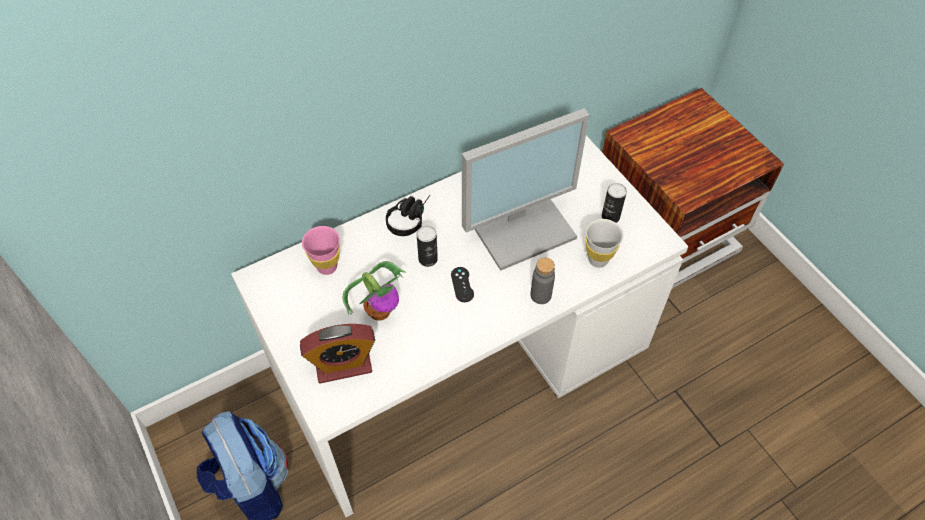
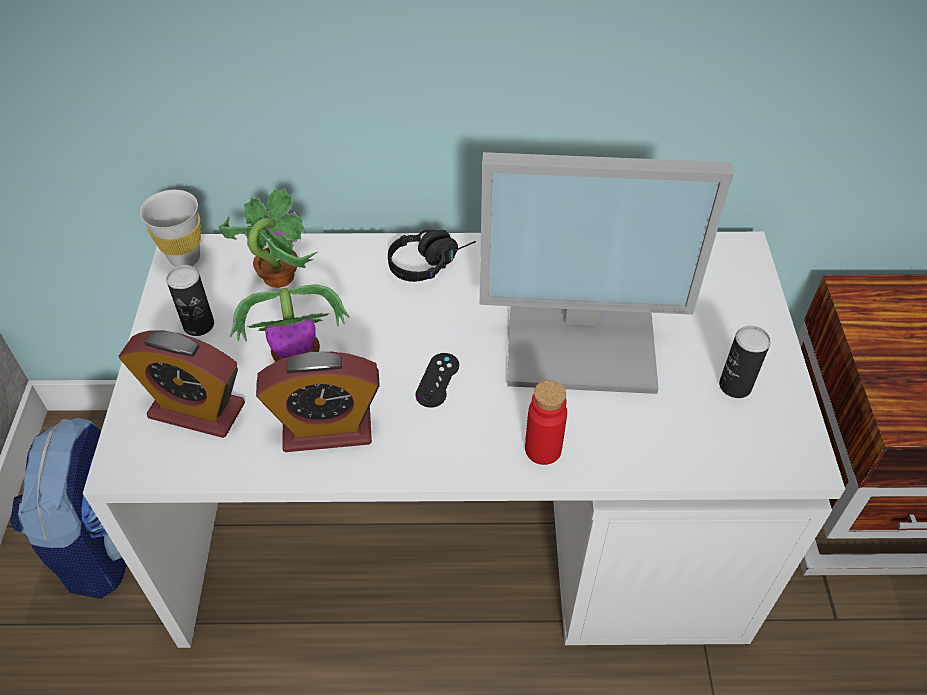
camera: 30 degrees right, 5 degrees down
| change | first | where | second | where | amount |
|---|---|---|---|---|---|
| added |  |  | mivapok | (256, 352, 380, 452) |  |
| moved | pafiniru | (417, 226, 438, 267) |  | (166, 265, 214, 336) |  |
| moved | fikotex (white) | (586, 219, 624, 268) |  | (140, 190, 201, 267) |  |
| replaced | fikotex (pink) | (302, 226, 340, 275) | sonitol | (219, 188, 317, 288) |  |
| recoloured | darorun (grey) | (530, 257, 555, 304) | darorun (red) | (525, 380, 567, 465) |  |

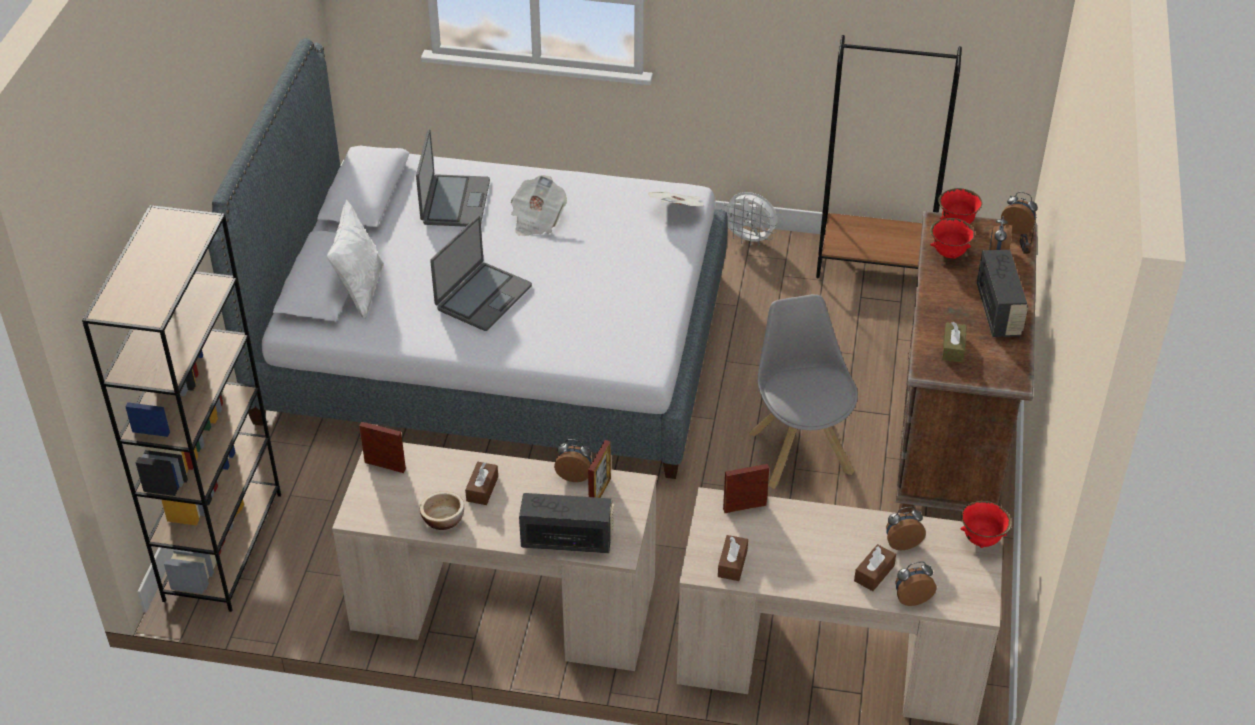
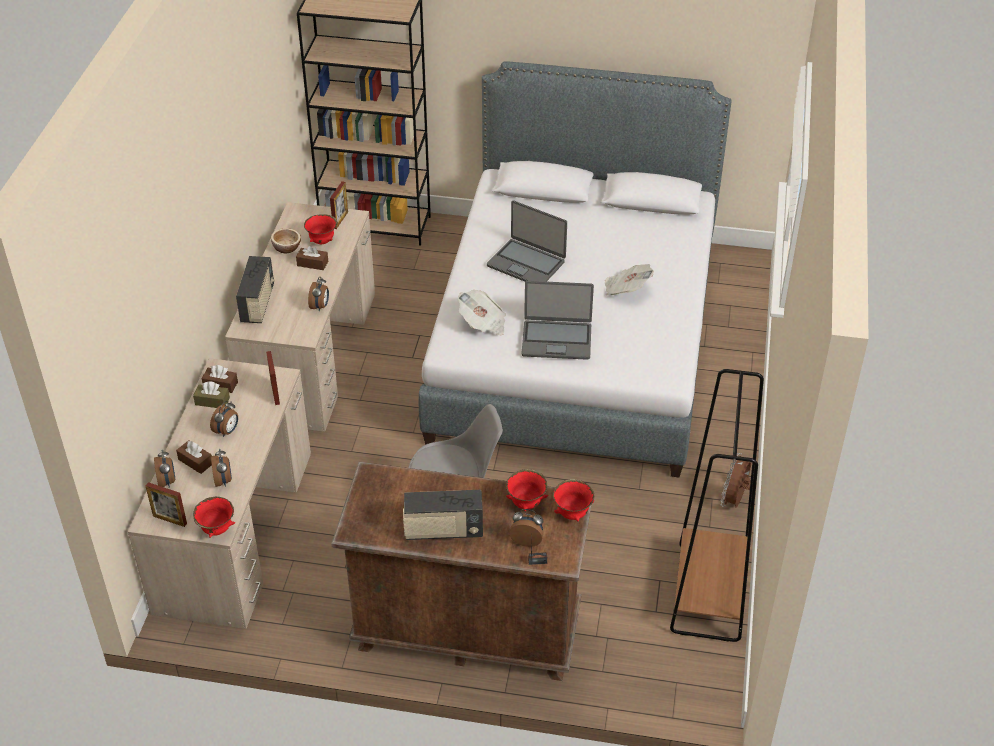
camera: 90 degrees right, 0 degrees up
| change | first | where | second | where | amount |
|---|---|---|---|---|---|
| removed | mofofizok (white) | (327, 199, 384, 320) |  |  |  |
| added |  |  | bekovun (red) | (304, 214, 338, 244) |  |
| moved | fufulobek | (416, 129, 490, 227) |  | (522, 281, 594, 360) |  |
| moved | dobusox | (588, 440, 611, 498) |  | (146, 482, 187, 527) |  |
| moved | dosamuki | (648, 191, 704, 207) |  | (458, 290, 506, 335) |  |
| moved | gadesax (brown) | (942, 322, 967, 363) |  | (193, 381, 230, 408) |  |
| moved | mivapok | (1001, 192, 1038, 235) |  | (210, 401, 238, 437) |  |
| recoloured | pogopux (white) | (723, 192, 777, 246) | pogopux (brown) | (721, 453, 752, 508) |  |

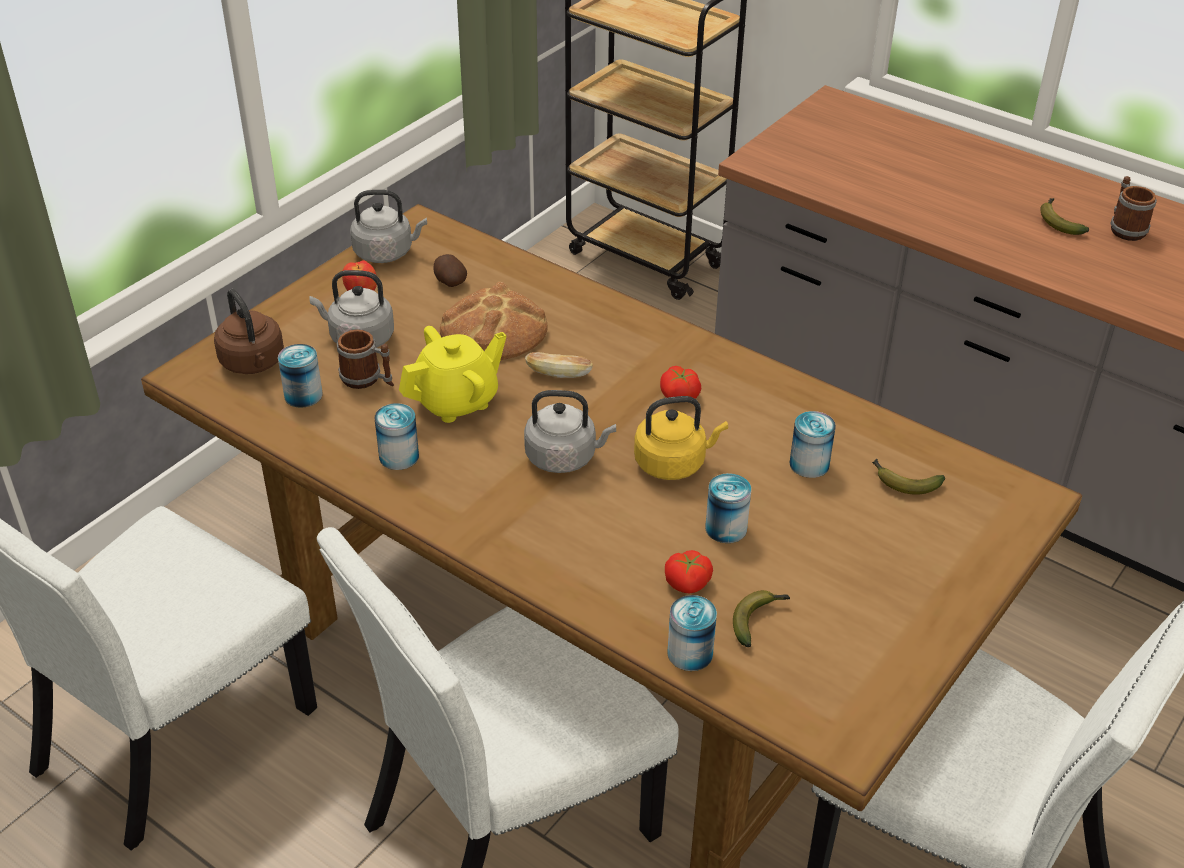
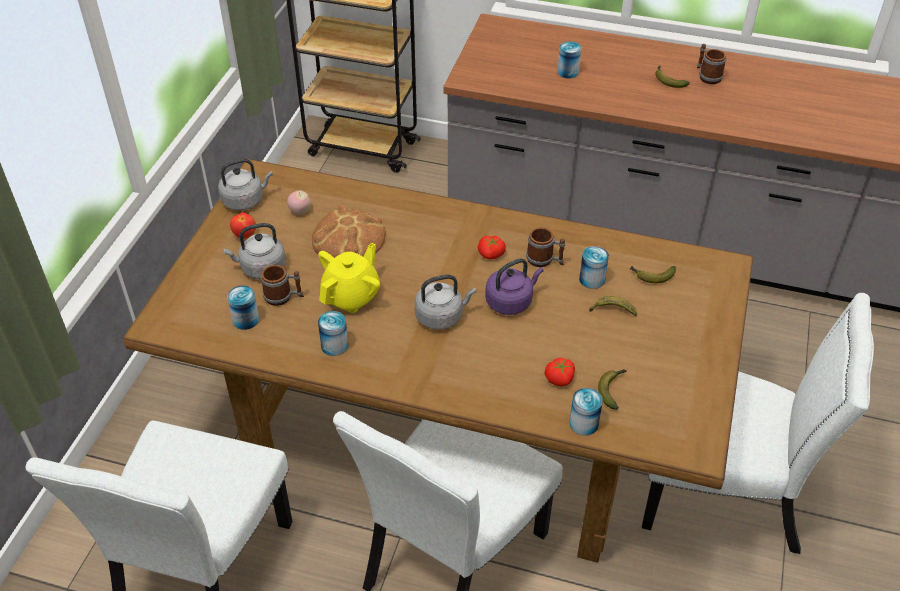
camera: 20 degrees left, 5 degrees up
| change | first | where | second | where | amount |
|---|---|---|---|---|---|
| removed | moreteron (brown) | (214, 289, 284, 374) |  |  |  |
| removed | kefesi | (525, 352, 593, 378) |  |  |  |
| added |  |  | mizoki | (526, 227, 565, 267) |  |
| added |  |  | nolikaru | (589, 296, 637, 316) |  |
| moved | pafiniru | (705, 473, 751, 543) |  | (557, 41, 582, 78) |  |
| replaced | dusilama | (433, 254, 467, 287) | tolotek | (287, 190, 311, 215) |  |
| recoloured | moreteron (yellow) | (634, 396, 728, 480) | moreteron (purple) | (485, 258, 543, 315) |  |

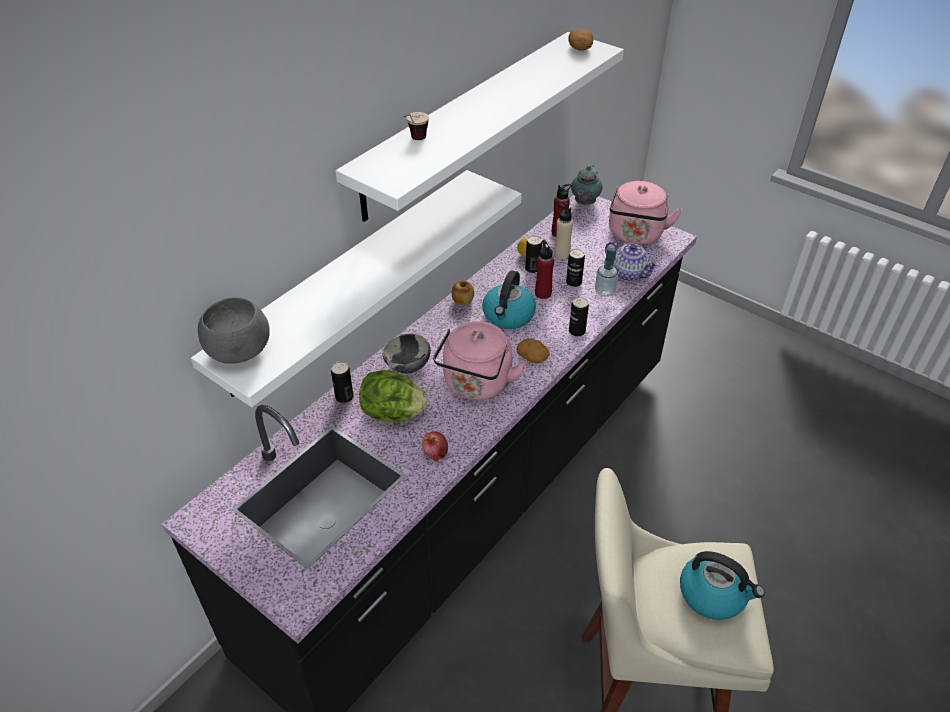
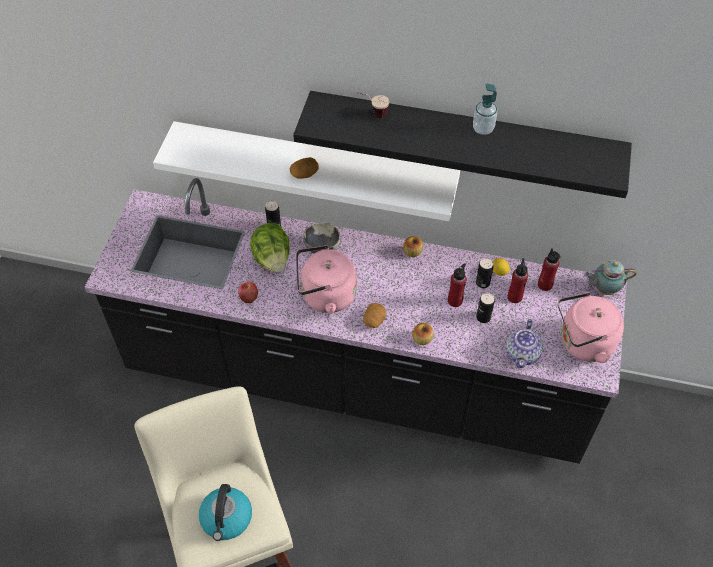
camera: 65 degrees right, 10 degrees up
| change | first | where | second | where | amount |
|---|---|---|---|---|---|
| removed | bekovun (grey) | (198, 297, 270, 364) |  |  |  |
| removed | moreteron | (482, 270, 536, 329) |  |  |  |
| moved | dusilama | (568, 29, 593, 51) |  | (290, 157, 319, 179) |  |
| moved | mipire | (595, 247, 618, 297) |  | (473, 84, 497, 135) |  |
| replaced | pafiniru | (569, 297, 589, 336) | tolotek | (412, 323, 434, 345) |  |
| recoloured | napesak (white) | (335, 32, 624, 222) | napesak (black) | (293, 91, 632, 198) |  |
| recoloured | darorun (beige) | (554, 204, 573, 260) | darorun (red) | (507, 258, 528, 303) |  |

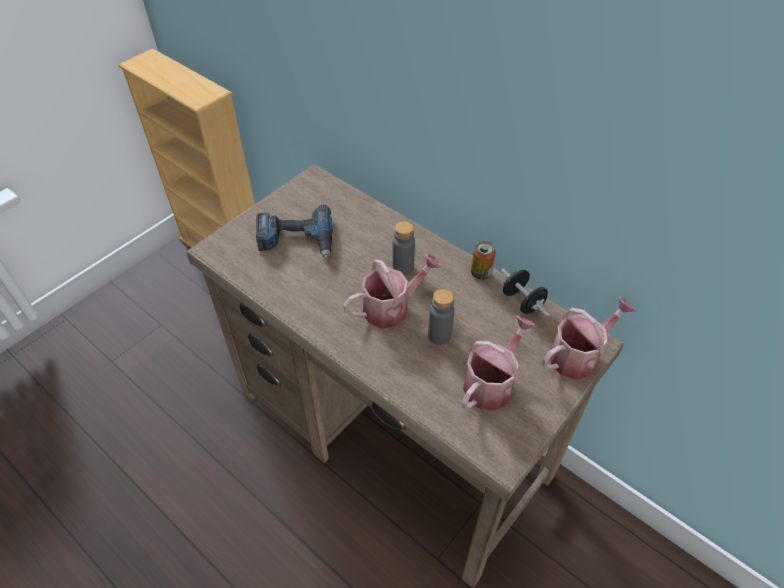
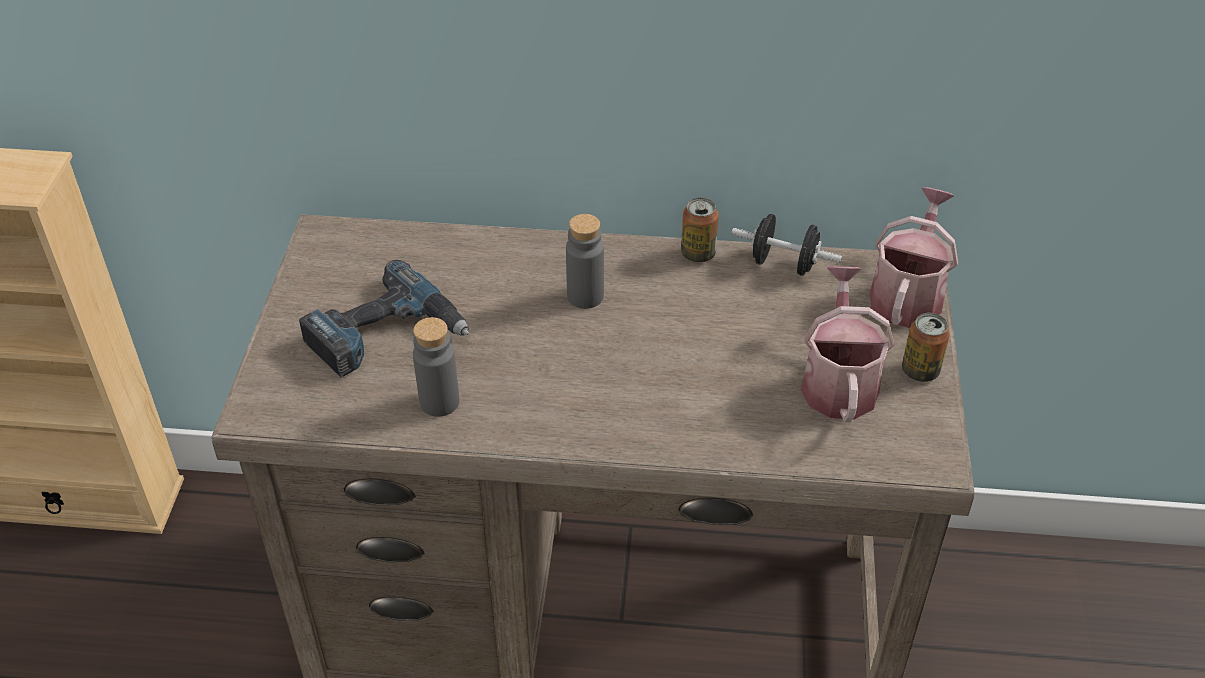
camera: 35 degrees left, 5 degrees down
| change | first | where | second | where | amount |
|---|---|---|---|---|---|
| removed | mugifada | (343, 254, 442, 329) |  |  |  |
| added |  |  | pafiniru | (902, 313, 950, 382) |  |
| moved | darorun (grey) | (428, 289, 455, 345) |  | (413, 317, 459, 417) |  |

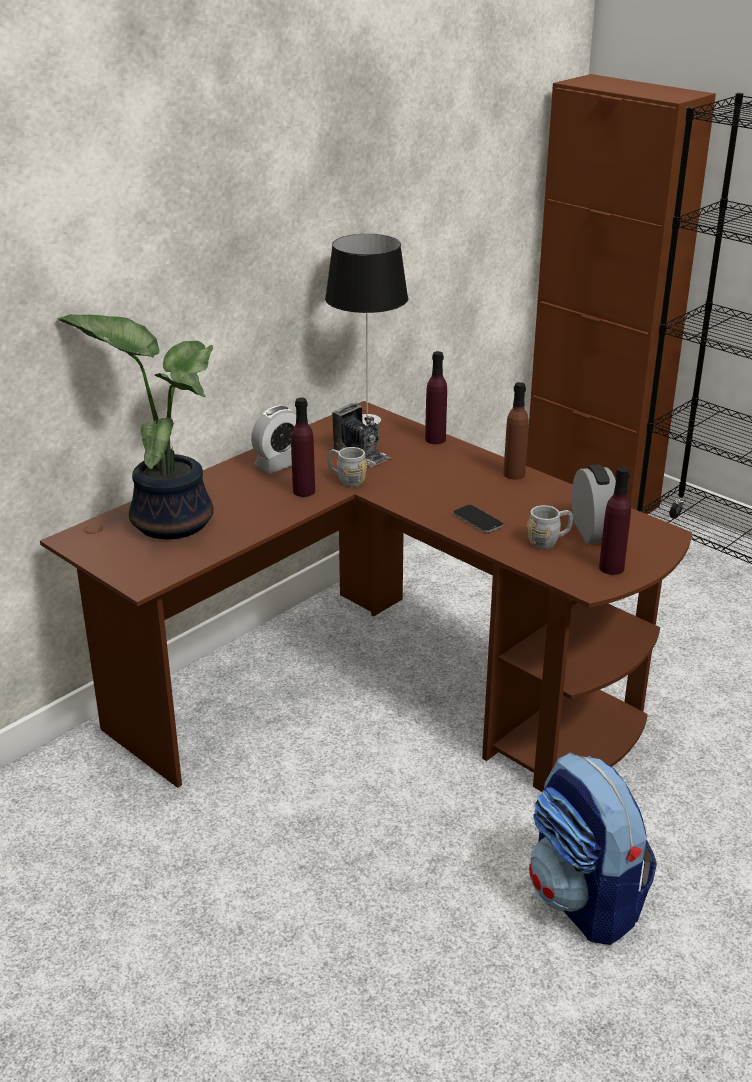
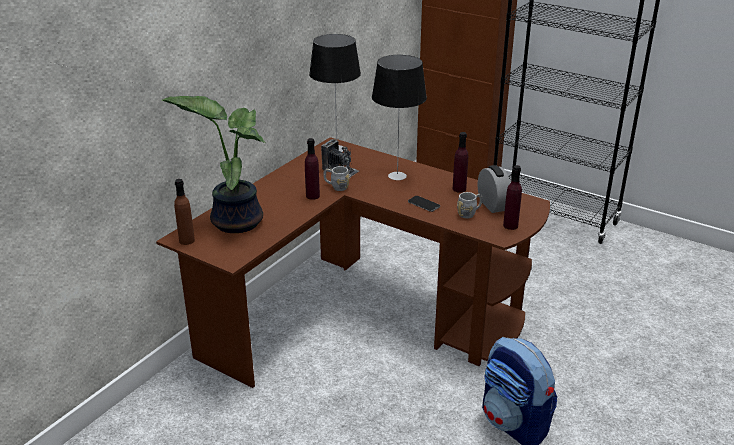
camera: 10 degrees left, 0 degrees up
| change | first | where | second | where | amount |
|---|---|---|---|---|---|
| removed | mivapok | (251, 406, 296, 473) |  |  |  |
| added |  |  | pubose | (372, 55, 427, 180) |  |
| moved | darorun (purple) | (425, 351, 447, 444) |  | (453, 132, 468, 193) |  |
| moved | darorun (brown) | (503, 382, 529, 480) |  | (174, 179, 195, 245) |  |

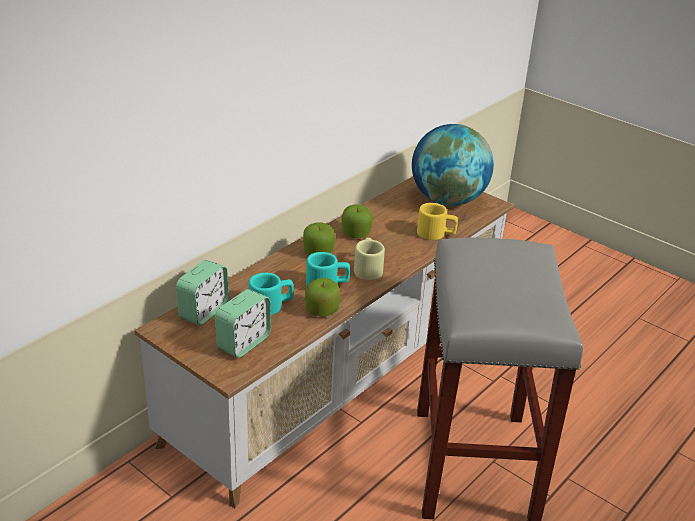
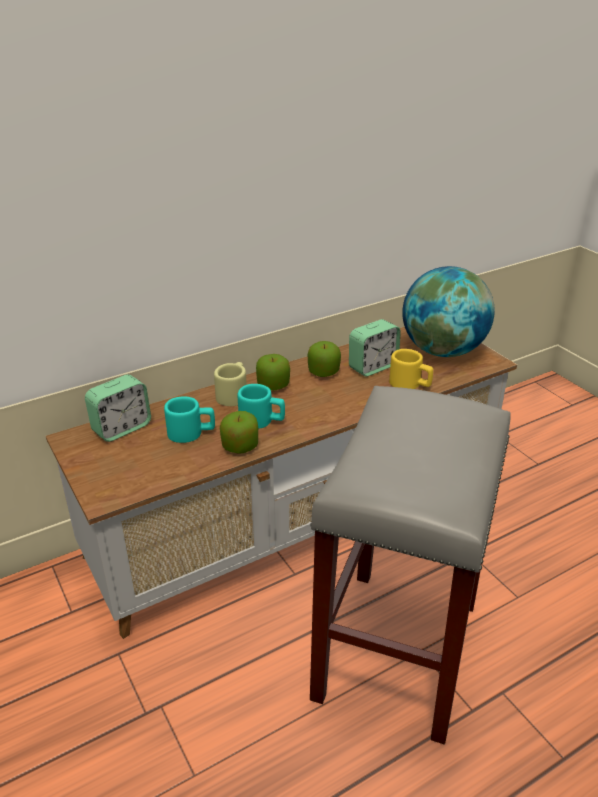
camera: 20 degrees right, 0 degrees up
| change | first | where | second | where | amount |
|---|---|---|---|---|---|
| moved | mivapok | (215, 289, 271, 358) |  | (349, 319, 401, 377) |  |
| moved | mizoki (beige) | (354, 238, 385, 280) |  | (214, 362, 247, 406) |  |

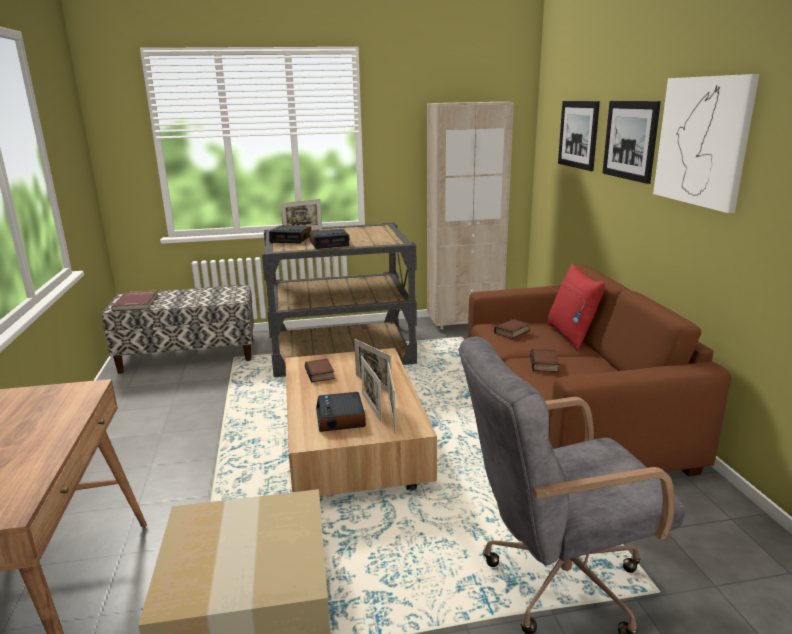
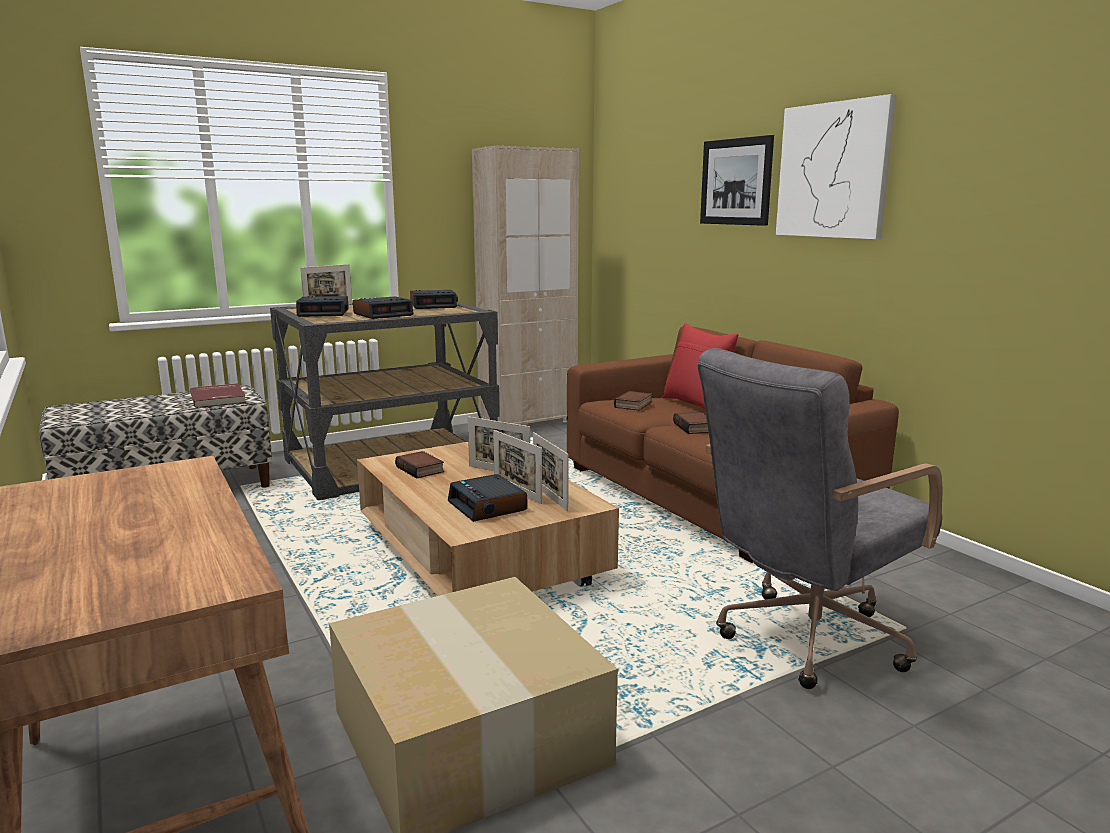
camera: 20 degrees left, 5 degrees down
| change | first | where | second | where | amount |
|---|---|---|---|---|---|
| removed | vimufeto | (558, 101, 600, 171) |  |  |  |
| added |  |  | mivapok | (410, 290, 458, 309) |  |
| moved | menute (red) | (111, 290, 158, 311) |  | (190, 383, 246, 408) |  |

